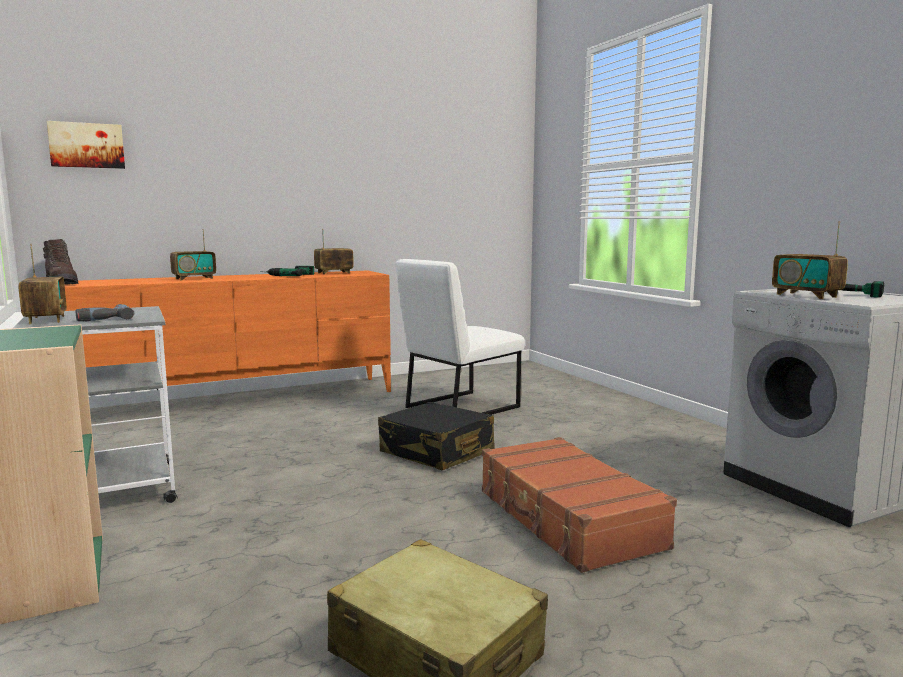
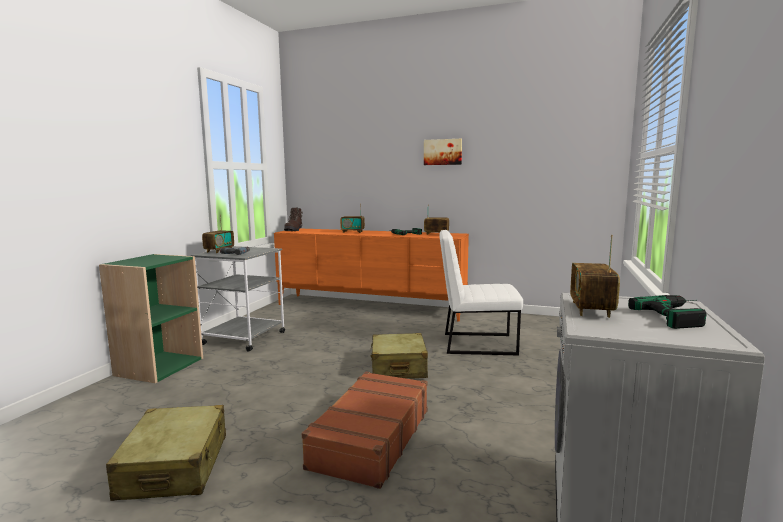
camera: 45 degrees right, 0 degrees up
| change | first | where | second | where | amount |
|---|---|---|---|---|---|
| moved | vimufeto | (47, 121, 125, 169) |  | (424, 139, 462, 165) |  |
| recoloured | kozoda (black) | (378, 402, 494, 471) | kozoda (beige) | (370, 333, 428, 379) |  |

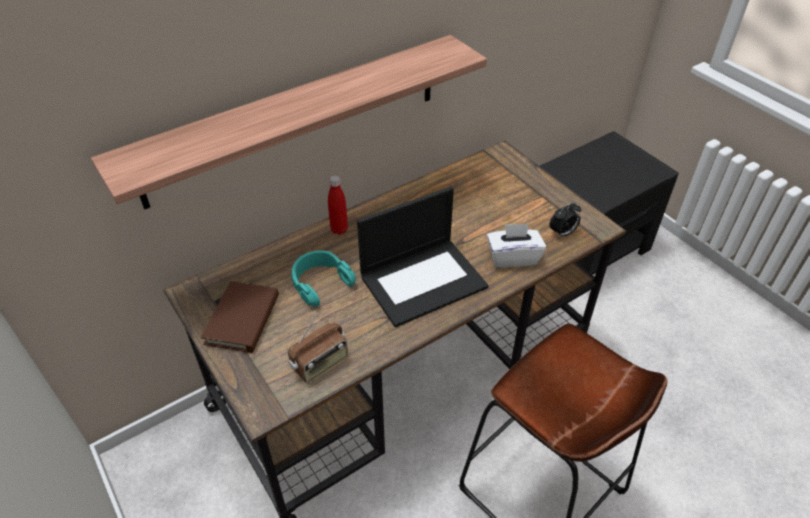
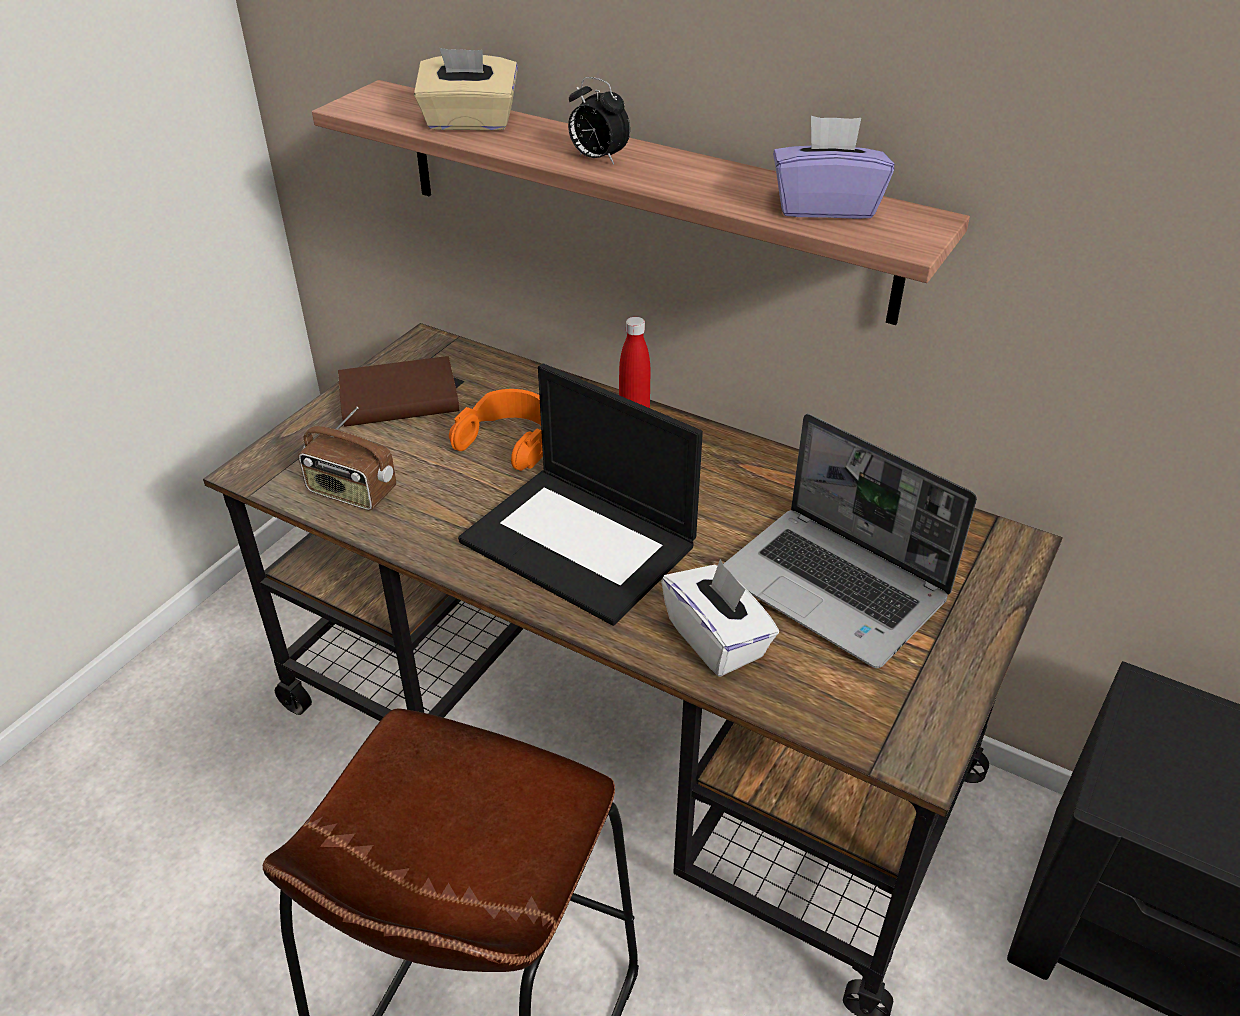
camera: 65 degrees right, 5 degrees down
| change | first | where | second | where | amount |
|---|---|---|---|---|---|
| added |  |  | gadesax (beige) | (414, 48, 518, 131) |  |
| added |  |  | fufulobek | (723, 414, 977, 668) |  |
| added |  |  | gadesax (purple) | (773, 116, 894, 219) |  |
| moved | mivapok | (549, 202, 581, 237) |  | (568, 77, 630, 164) |  |
| recoloured | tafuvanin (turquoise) | (291, 250, 356, 307) | tafuvanin (orange) | (449, 389, 543, 471) |  |

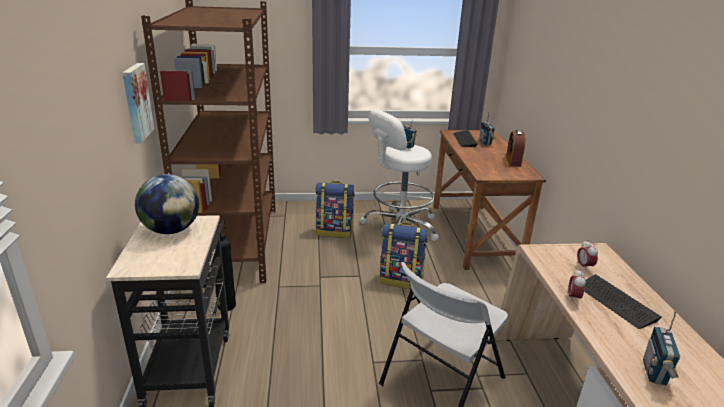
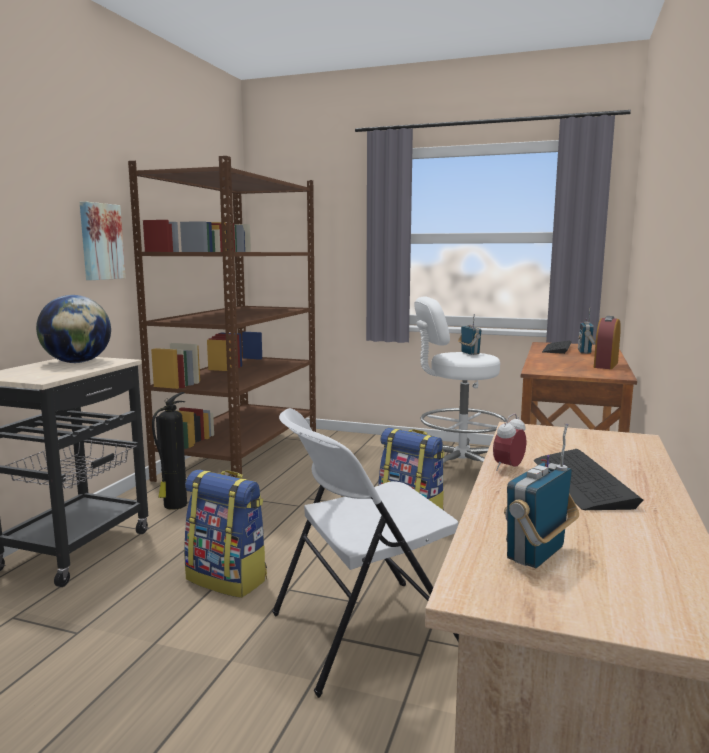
camera: 25 degrees right, 15 degrees down
| change | first | where | second | where | amount |
|---|---|---|---|---|---|
| removed | mivapok | (577, 240, 598, 271) |  |  |  |
| moved | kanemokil | (316, 181, 355, 238) |  | (184, 470, 267, 598) |  |

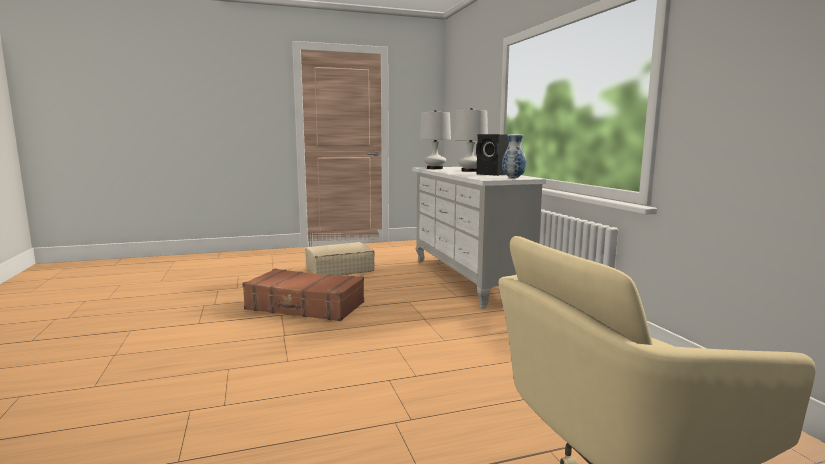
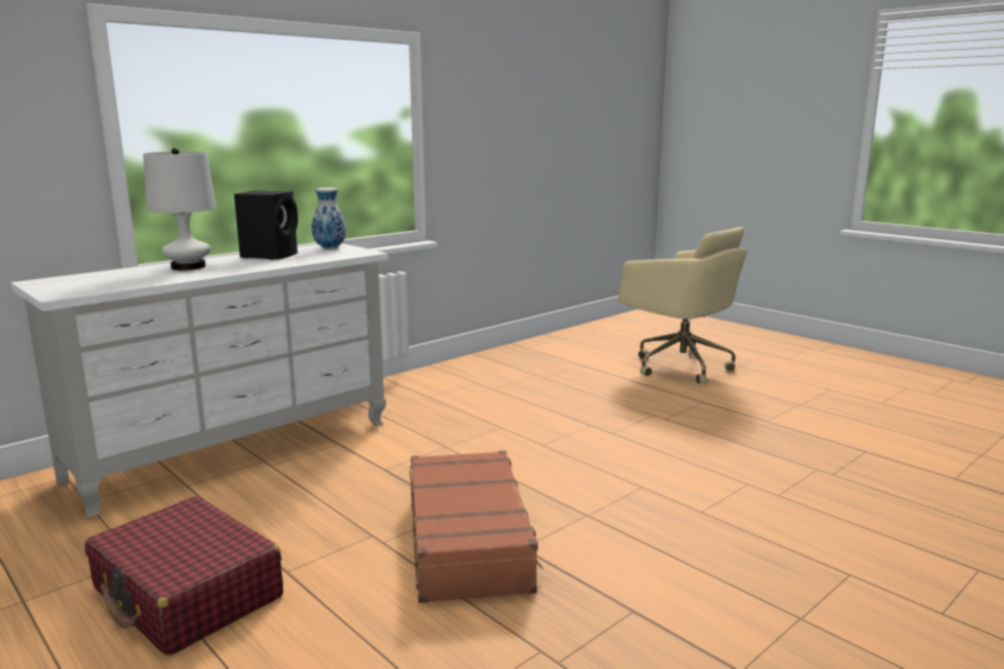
camera: 115 degrees left, 5 degrees up
| change | first | where | second | where | amount |
|---|---|---|---|---|---|
| removed | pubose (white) | (420, 110, 451, 169) |  |  |  |
| recoloured | kozoda (beige) | (305, 242, 375, 275) | kozoda (red) | (85, 496, 283, 656) |  |

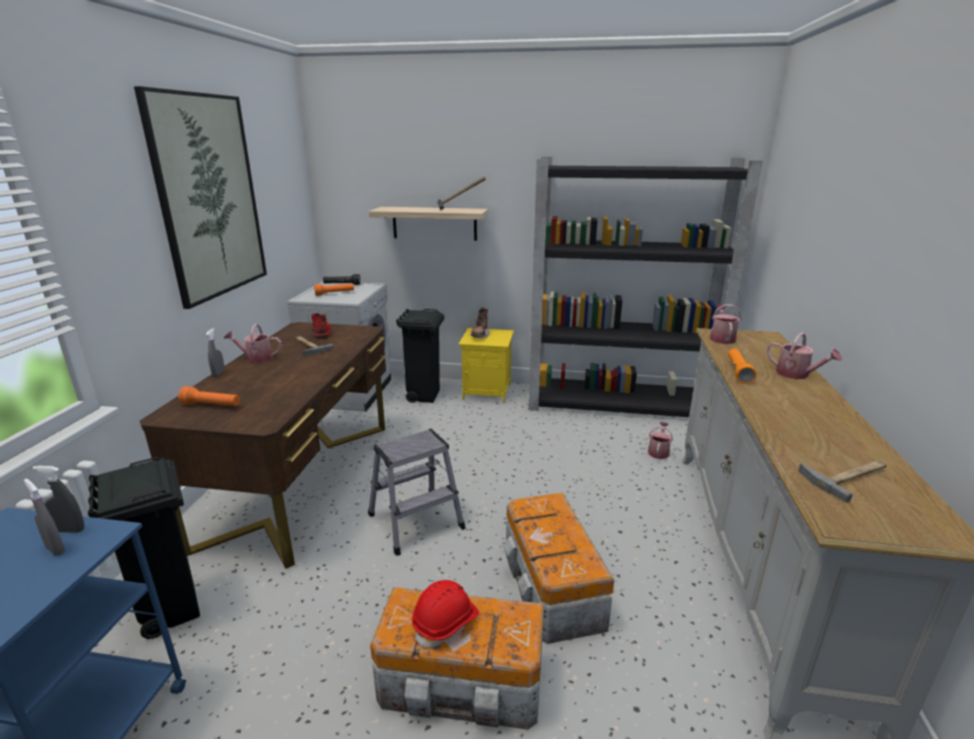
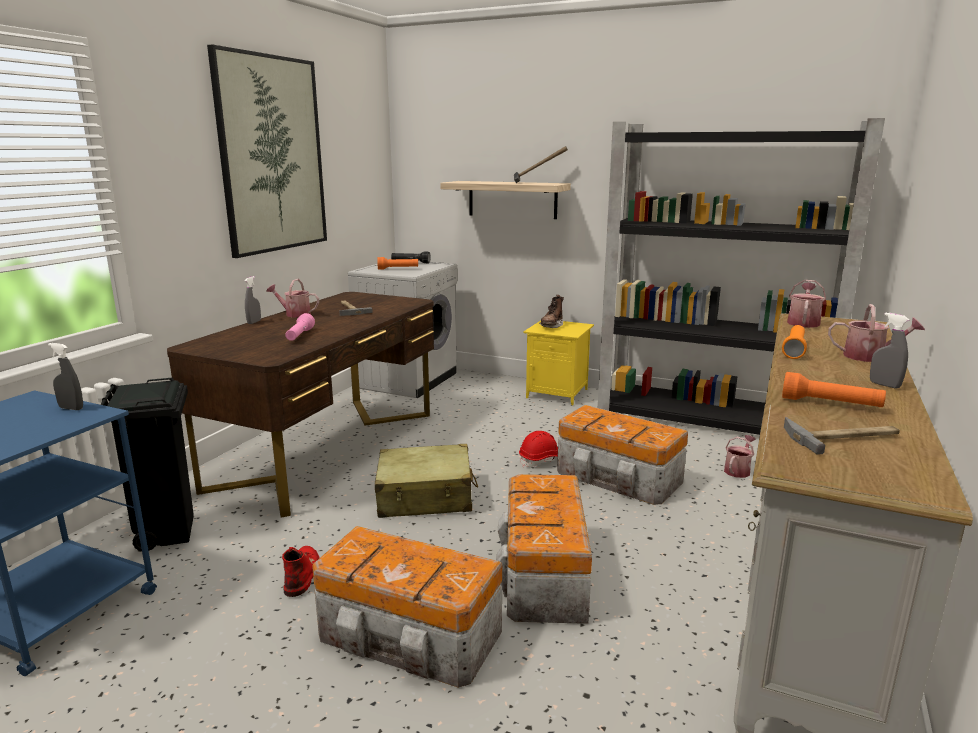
camera: 15 degrees right, 5 degrees down
| change | first | where | second | where | amount |
|---|---|---|---|---|---|
| removed | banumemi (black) | (396, 309, 444, 403) |  |  |  |
| added |  |  | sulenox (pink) | (285, 313, 315, 341) |  |
| added |  |  | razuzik | (557, 405, 688, 505) |  |
| moved | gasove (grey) | (24, 479, 65, 556) |  | (870, 313, 909, 389) |  |
| moved | sulenox (orange) | (178, 386, 240, 406) |  | (782, 372, 886, 407) |  |
| moved | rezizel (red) | (311, 313, 331, 339) |  | (282, 546, 319, 597) |  |
| moved | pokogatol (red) | (412, 580, 479, 648) |  | (519, 431, 558, 467) |  |
| replaced | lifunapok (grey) | (368, 429, 466, 556) | kozoda (beige) | (375, 444, 478, 518) |  |
| turned | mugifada | (767, 332, 842, 379) |  | (828, 304, 925, 362) | 45 degrees counterclockwise |

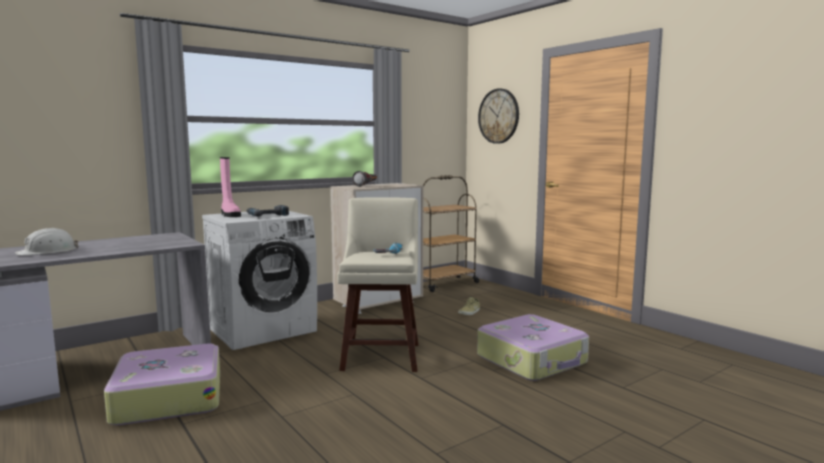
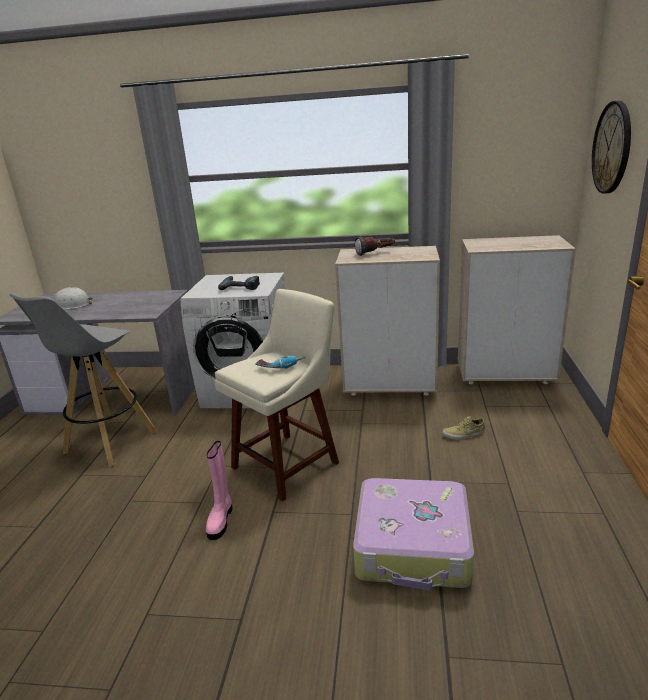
camera: 45 degrees right, 15 degrees up
| change | first | where | second | where | amount |
|---|---|---|---|---|---|
| moved | rezizel (pink) | (220, 157, 241, 217) |  | (206, 441, 233, 540) |  |
| replaced | kozoda | (104, 343, 220, 425) | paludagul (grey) | (10, 293, 157, 467) |  |
| replaced | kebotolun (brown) | (423, 175, 479, 292) | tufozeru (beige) | (457, 235, 576, 385) |  |

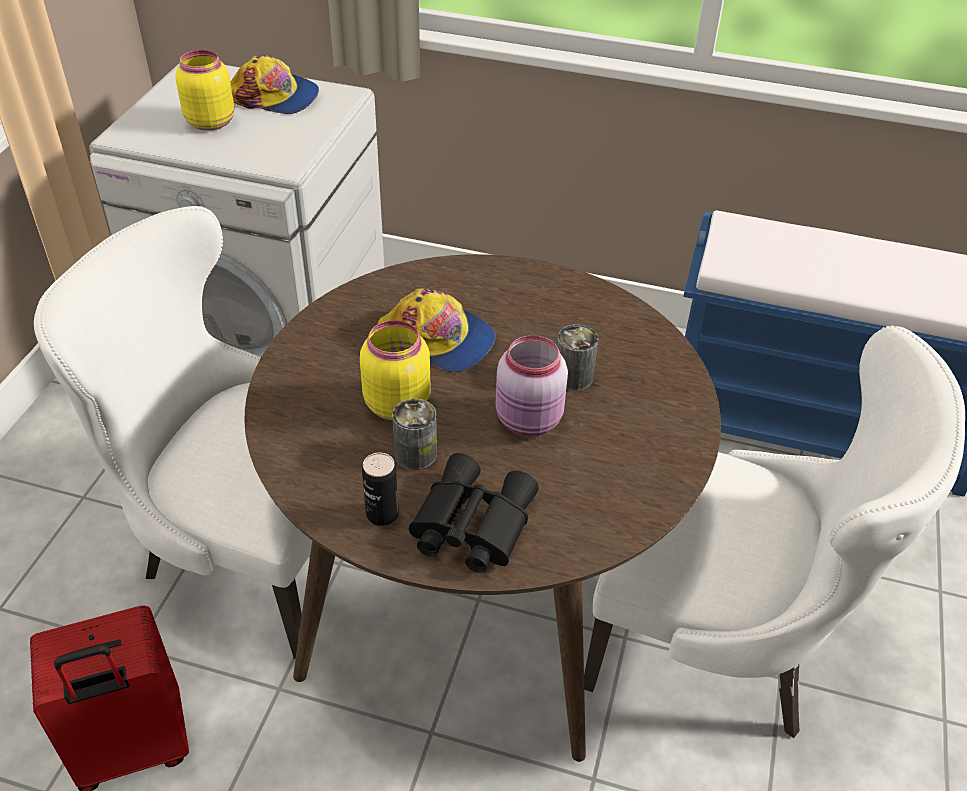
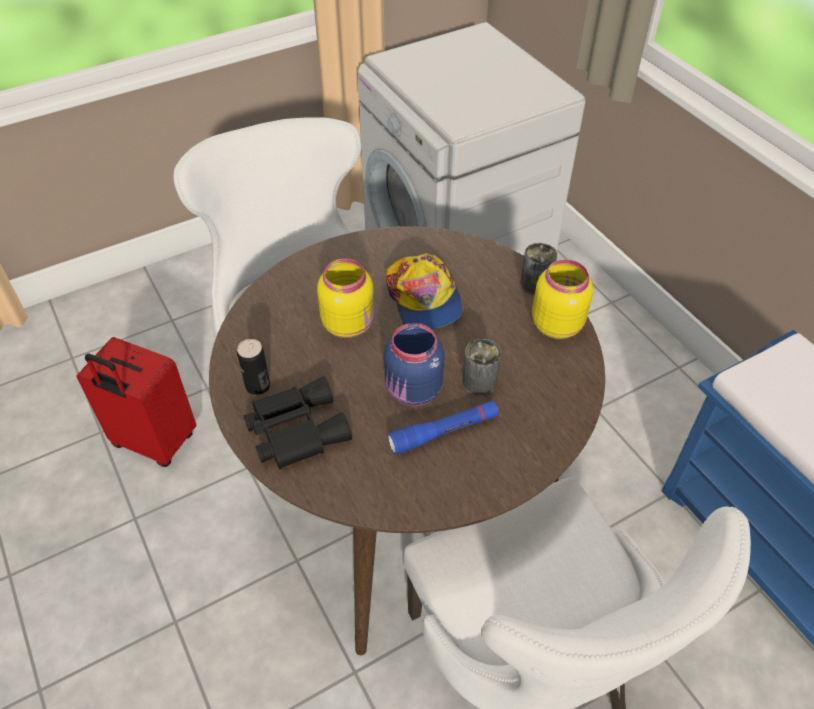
camera: 45 degrees right, 5 degrees up
| change | first | where | second | where | amount |
|---|---|---|---|---|---|
| removed | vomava | (230, 55, 319, 114) |  |  |  |
| added |  |  | sulenox (blue) | (388, 400, 499, 455) |  |
| moved | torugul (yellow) | (175, 50, 234, 131) |  | (532, 259, 593, 339) |  |
| moved | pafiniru | (392, 399, 437, 470) |  | (520, 243, 557, 295) |  |
| recoloured | torugul (pink) | (496, 335, 568, 437) | torugul (blue) | (384, 323, 444, 406) |  |

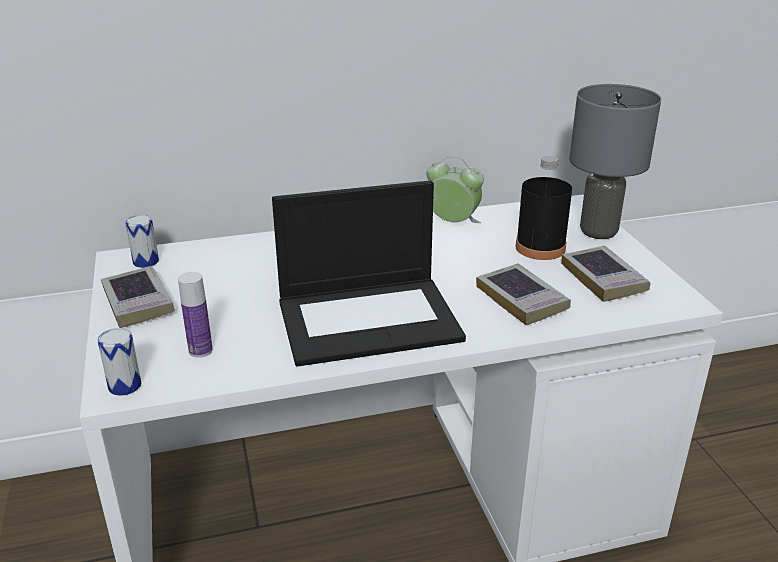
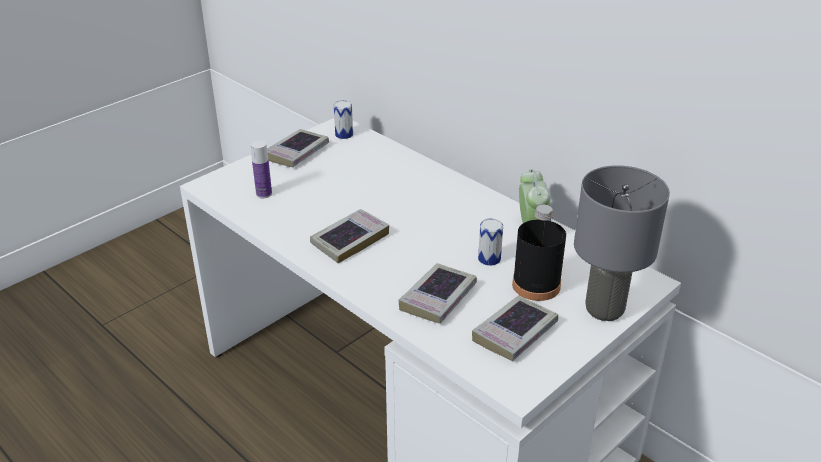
camera: 60 degrees right, 5 degrees up
| change | first | where | second | where | amount |
|---|---|---|---|---|---|
| moved | pafiniru | (97, 328, 141, 396) |  | (478, 219, 503, 266) |  |
| replaced | fufulobek | (272, 180, 466, 367) | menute | (310, 209, 389, 263) |  |

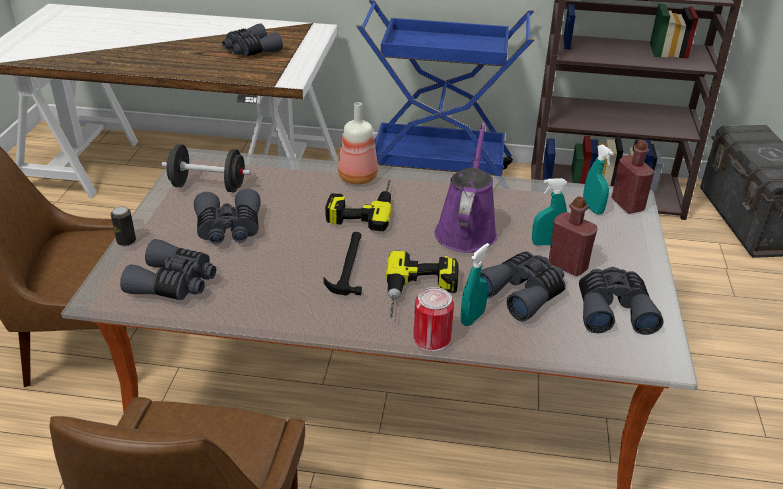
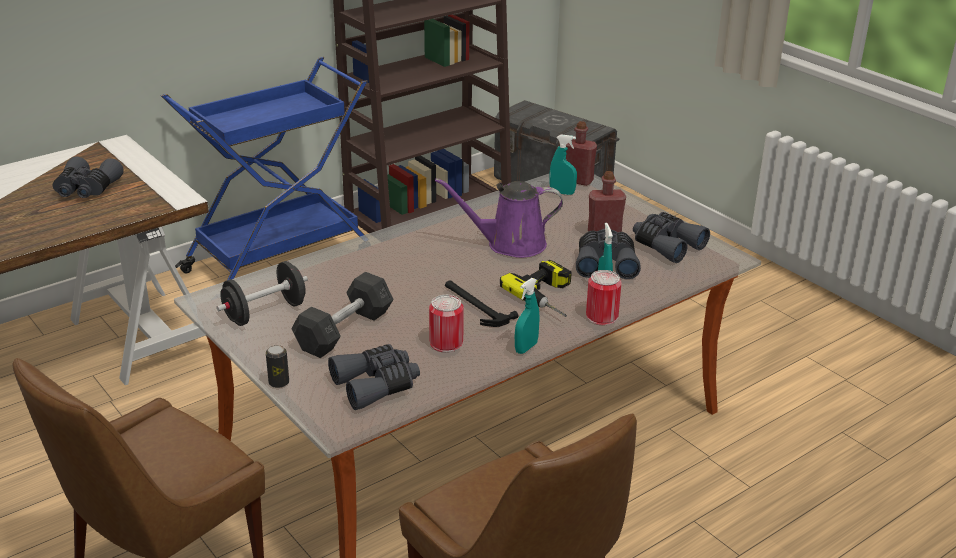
camera: 45 degrees left, 5 degrees down
| change | first | where | second | where | amount |
|---|---|---|---|---|---|
| removed | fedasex | (325, 180, 391, 231) |  |  |  |
| removed | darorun | (338, 102, 378, 185) |  |  |  |
| added |  |  | pafiniru | (429, 295, 464, 352) |  |
| moved | gasove (turquoise) | (532, 178, 567, 246) |  | (515, 278, 540, 354) |  |
| replaced | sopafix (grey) | (194, 189, 261, 245) | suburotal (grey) | (291, 272, 394, 358) |  |
| turned | mugifada (purple) | (435, 123, 497, 252) |  | (435, 178, 563, 258) | 60 degrees counterclockwise |

